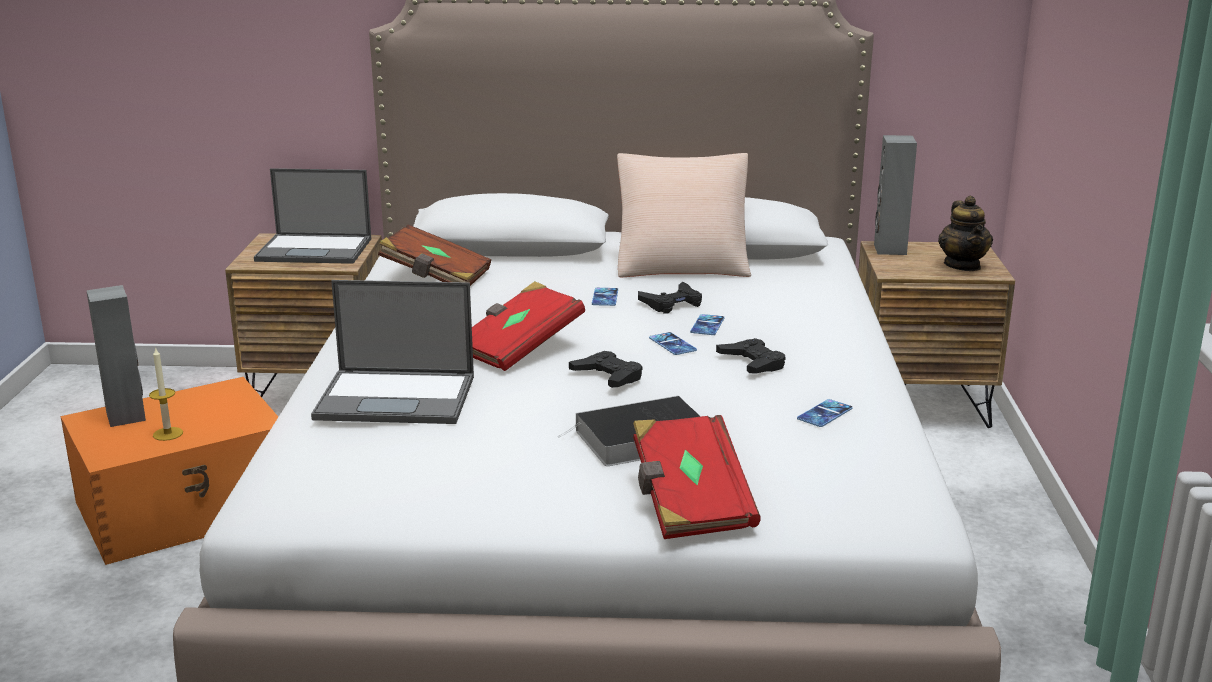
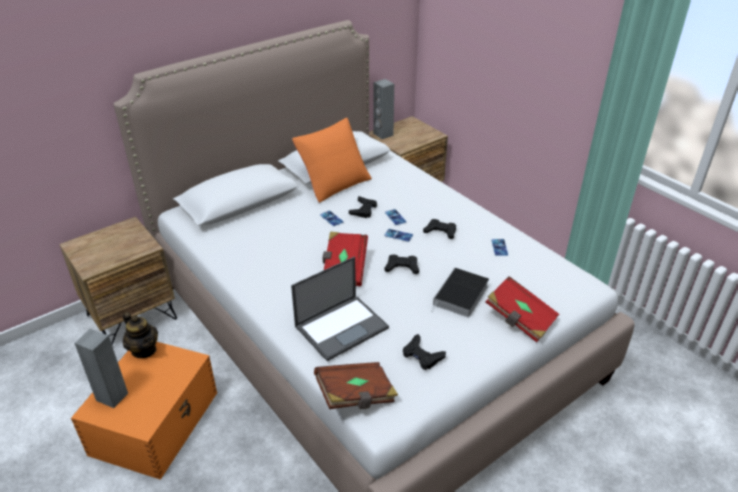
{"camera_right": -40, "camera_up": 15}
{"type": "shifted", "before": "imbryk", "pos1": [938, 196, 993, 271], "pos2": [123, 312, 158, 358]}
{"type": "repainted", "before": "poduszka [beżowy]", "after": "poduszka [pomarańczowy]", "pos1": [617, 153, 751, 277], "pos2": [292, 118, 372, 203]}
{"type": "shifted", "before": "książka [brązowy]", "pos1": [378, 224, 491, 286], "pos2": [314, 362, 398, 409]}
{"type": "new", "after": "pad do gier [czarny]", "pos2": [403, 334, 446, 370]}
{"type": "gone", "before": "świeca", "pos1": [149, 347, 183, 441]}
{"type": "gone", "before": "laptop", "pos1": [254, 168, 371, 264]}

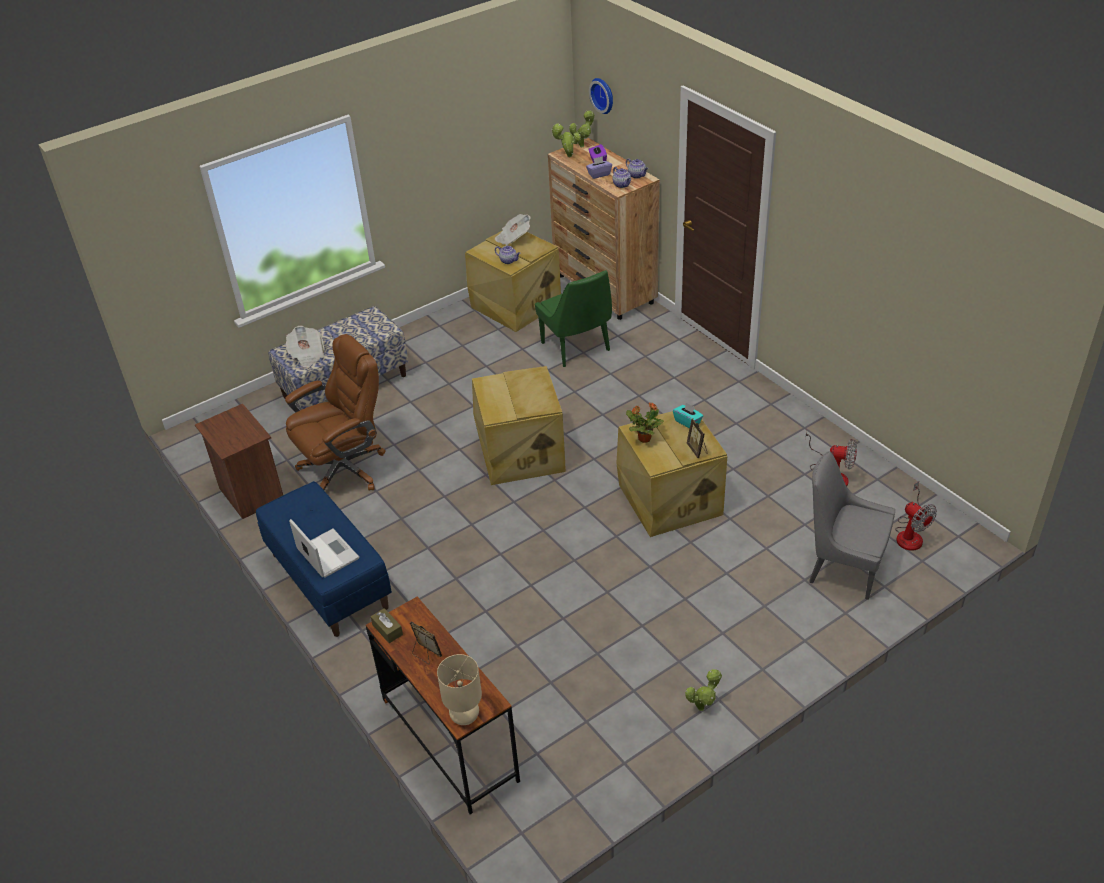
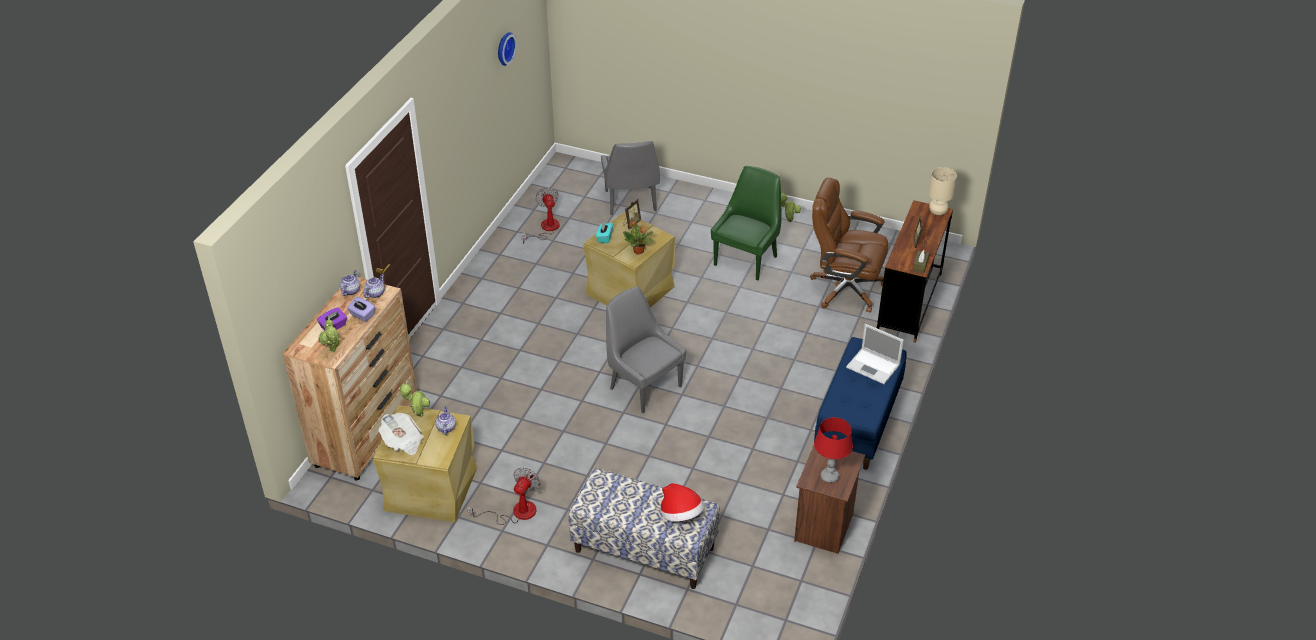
{"camera_right": -125, "camera_up": 0}
{"type": "shifted", "before": "roślina doniczkowa", "pos1": [569, 110, 594, 147], "pos2": [399, 383, 430, 417]}
{"type": "shifted", "before": "wentylator", "pos1": [895, 482, 937, 551], "pos2": [467, 467, 540, 525]}
{"type": "shifted", "before": "zegar ścienny", "pos1": [589, 78, 613, 114], "pos2": [498, 32, 517, 66]}
{"type": "swapped", "before": "pojemnik do przechowywania [beżowy]", "after": "krzesło [szary]", "pos1": [472, 366, 566, 485], "pos2": [606, 287, 686, 413]}
{"type": "swapped", "before": "gazeta", "after": "kapelusz", "pos1": [286, 326, 325, 368], "pos2": [661, 483, 704, 522]}
{"type": "shifted", "before": "krzesło [zielony]", "pos1": [535, 270, 612, 367], "pos2": [711, 166, 782, 281]}
{"type": "shifted", "before": "krzesło biurowe [brązowy]", "pos1": [285, 334, 386, 491], "pos2": [810, 178, 888, 313]}
{"type": "new", "after": "lampa stołowa [czerwony]", "pos2": [814, 417, 853, 483]}
{"type": "rotated", "before": "laptop", "pos1": [289, 519, 359, 578], "pos2": [846, 324, 904, 384], "turn": -75}

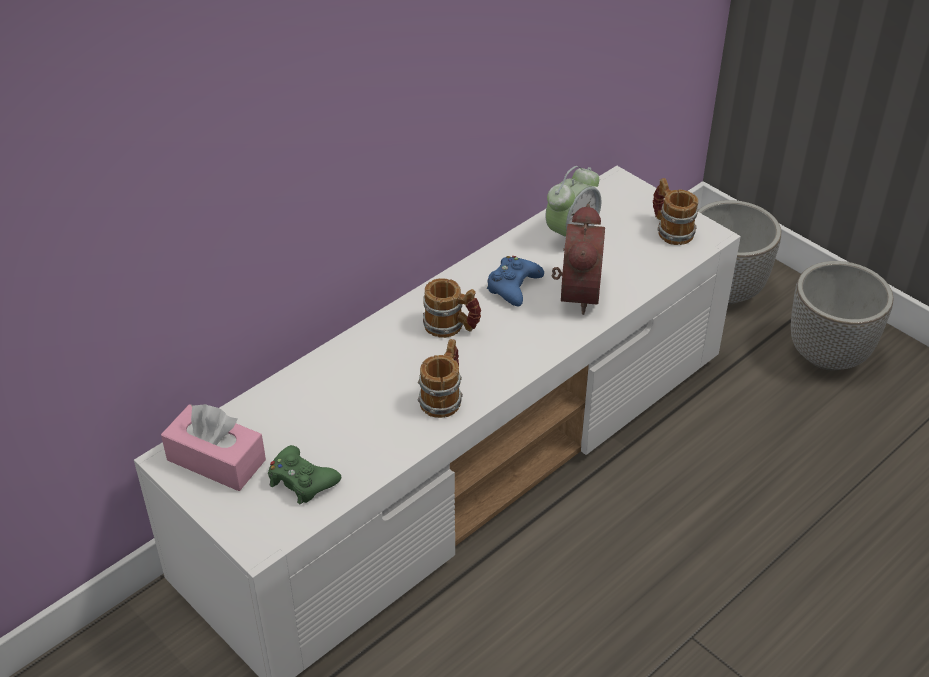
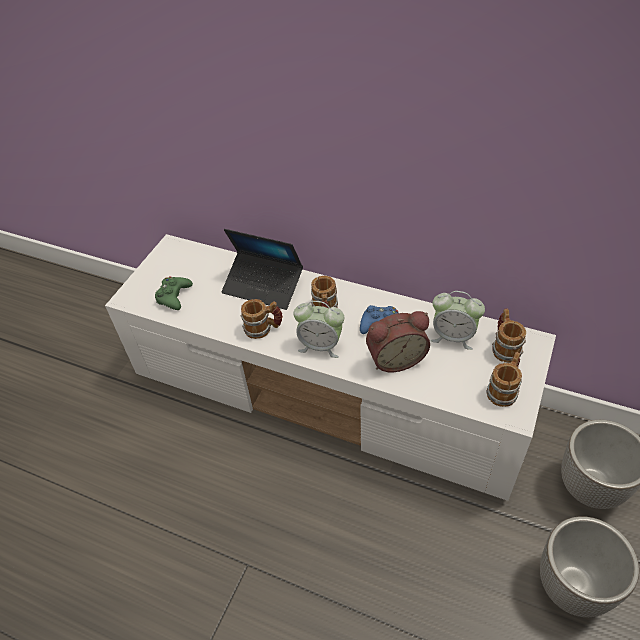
{"camera_right": 70, "camera_up": 5}
{"type": "new", "after": "laptop", "pos2": [222, 229, 303, 310]}
{"type": "new", "after": "budzik", "pos2": [294, 301, 344, 358]}
{"type": "new", "after": "kubek", "pos2": [492, 309, 526, 363]}
{"type": "gone", "before": "pudełko chusteczek [różowy]", "pos1": [161, 404, 266, 491]}

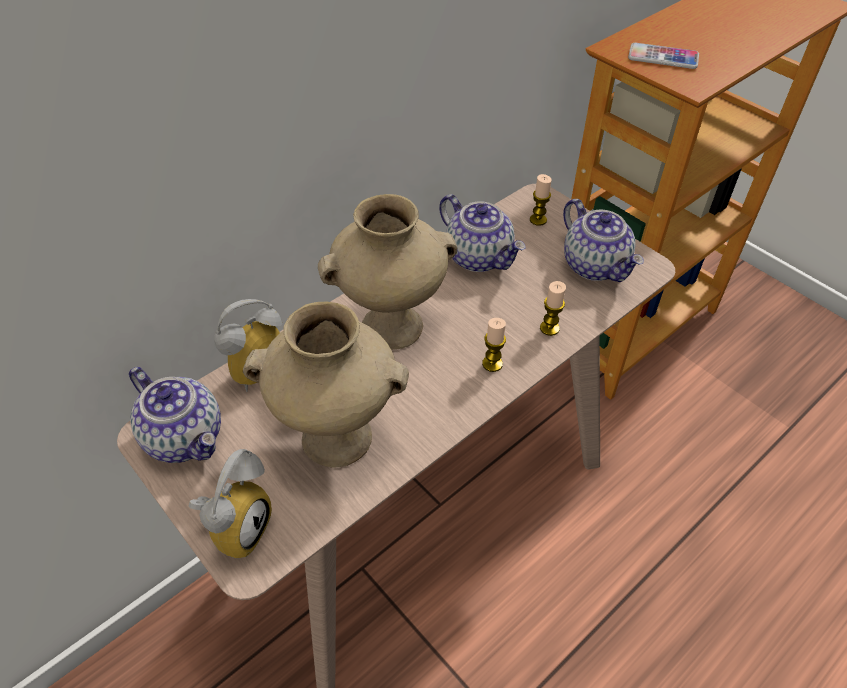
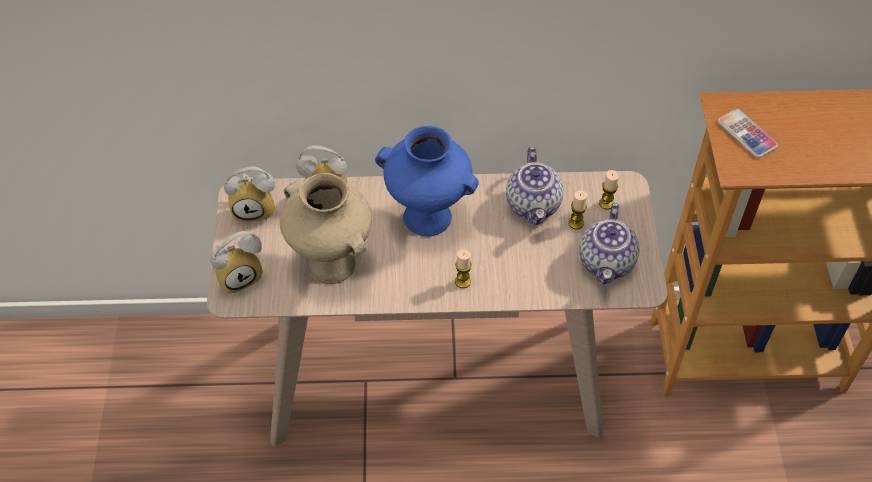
{"camera_right": 40, "camera_up": 5}
{"type": "swapped", "before": "imbryk", "after": "budzik", "pos1": [129, 367, 221, 463], "pos2": [224, 166, 275, 223]}
{"type": "repainted", "before": "wazon [beżowy]", "after": "wazon [niebieski]", "pos1": [318, 194, 457, 350], "pos2": [375, 126, 479, 236]}
{"type": "shifted", "before": "świeca", "pos1": [540, 281, 566, 336], "pos2": [568, 190, 587, 229]}

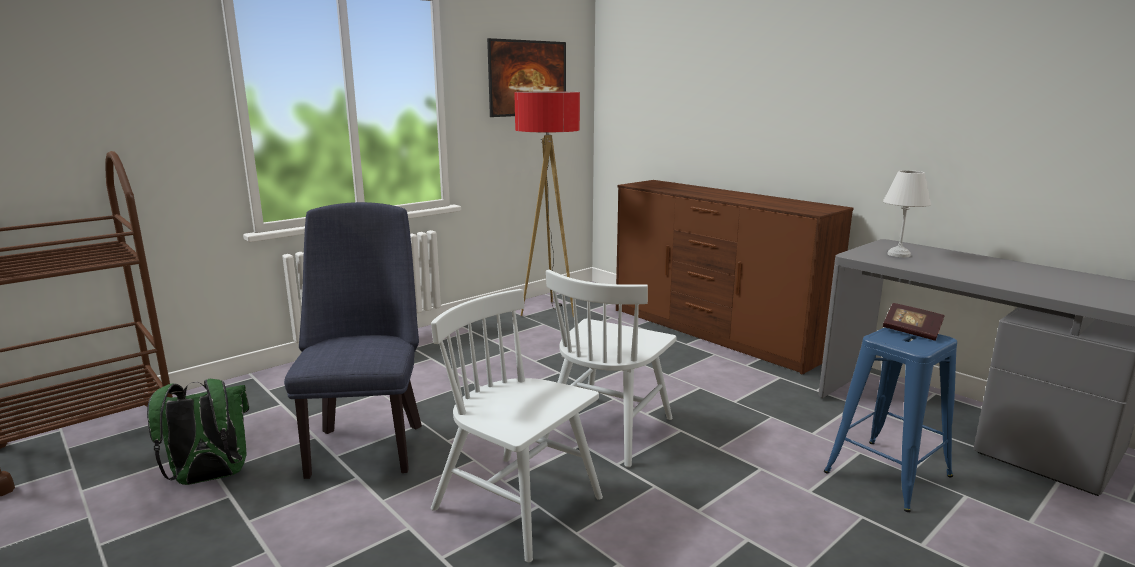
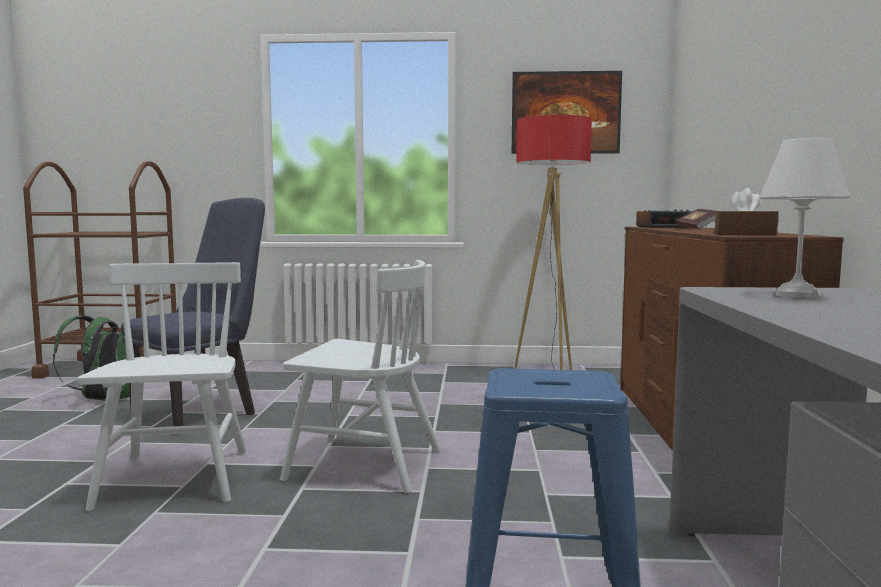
{"camera_right": 45, "camera_up": -10}
{"type": "rotated", "before": "krzesło [biały]", "pos1": [543, 270, 676, 467], "pos2": [280, 260, 441, 493], "turn": -150}
{"type": "new", "after": "budzik", "pos2": [636, 210, 693, 228]}
{"type": "shifted", "before": "książka", "pos1": [883, 303, 945, 341], "pos2": [676, 209, 716, 229]}
{"type": "new", "after": "pudełko chusteczek [brązowy]", "pos2": [715, 188, 779, 236]}

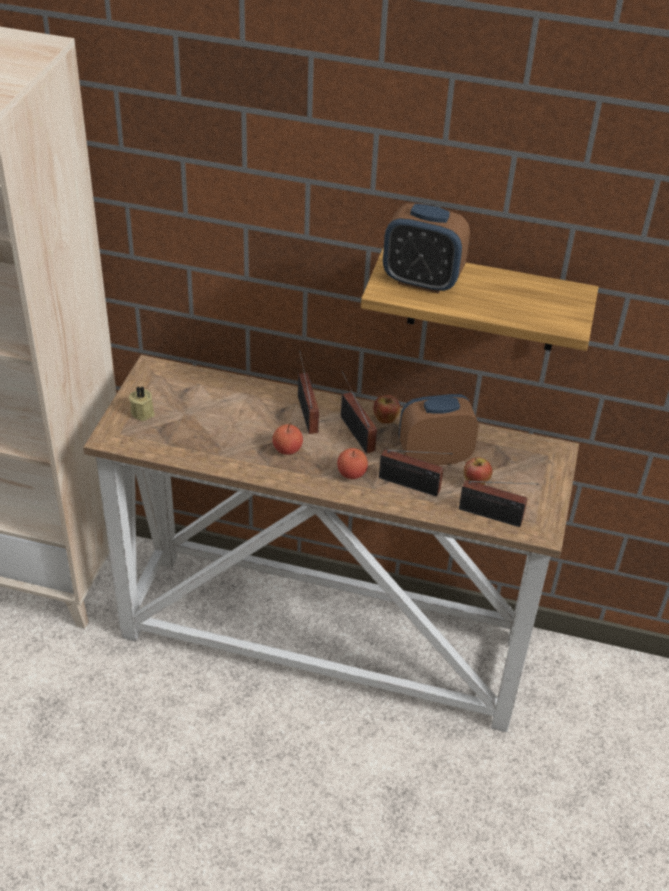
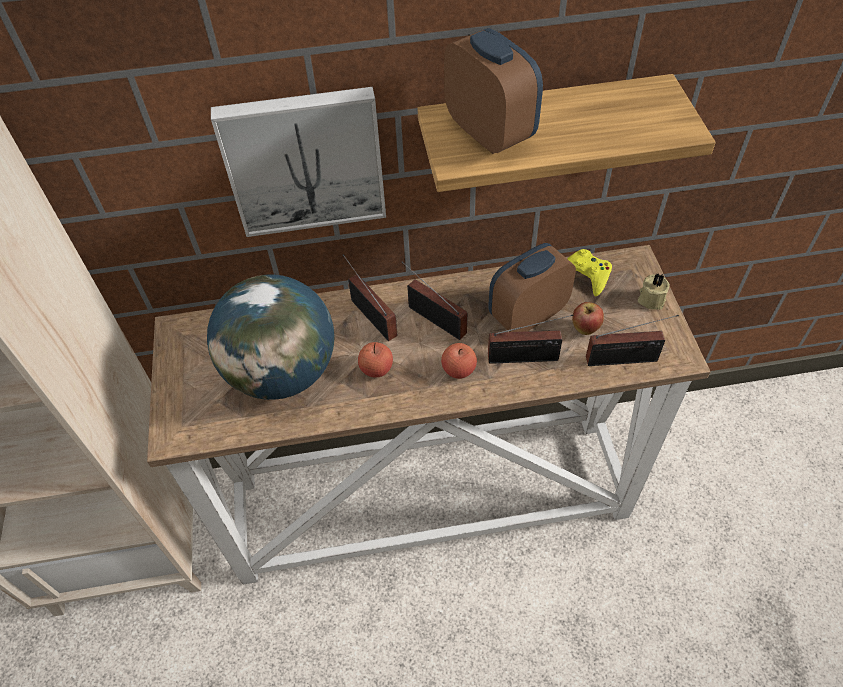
{"camera_right": -20, "camera_up": 10}
{"type": "new", "after": "globus", "pos2": [207, 275, 335, 400]}
{"type": "new", "after": "obraz", "pos2": [211, 87, 386, 237]}
{"type": "rotated", "before": "budzik", "pos1": [383, 203, 470, 294], "pos2": [444, 28, 543, 154], "turn": -120}
{"type": "new", "after": "pad do gier [żółty]", "pos2": [567, 249, 612, 296]}
{"type": "shifted", "before": "świeca [beżowy]", "pos1": [129, 386, 155, 421], "pos2": [638, 274, 670, 310]}
{"type": "gone", "before": "jabłko", "pos1": [373, 395, 400, 423]}

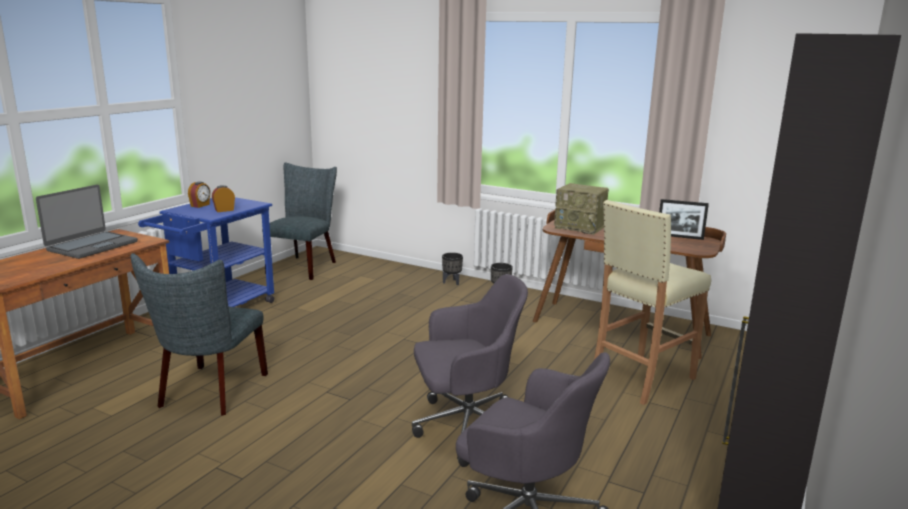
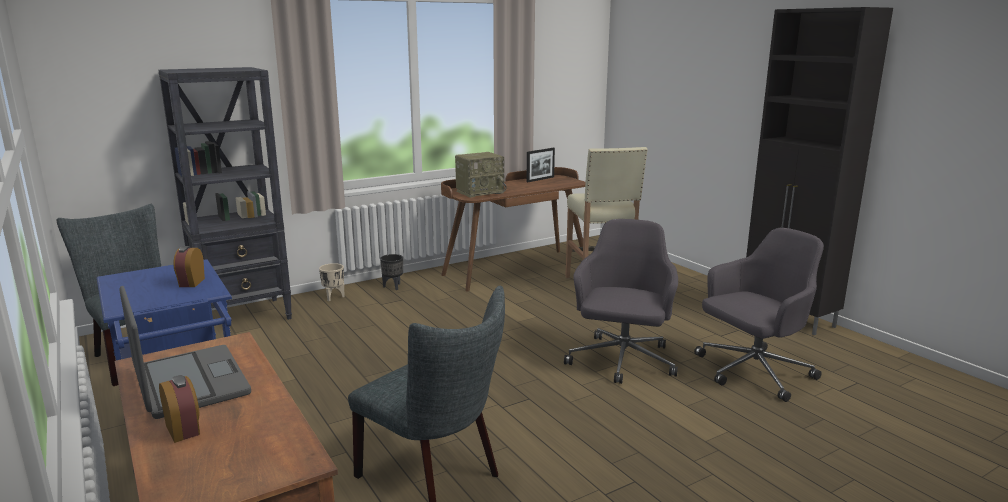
{"camera_right": -60, "camera_up": 0}
{"type": "new", "after": "regał [czarny]", "pos2": [158, 67, 292, 320]}
{"type": "shifted", "before": "budzik", "pos1": [188, 182, 210, 208], "pos2": [159, 375, 200, 443]}
{"type": "repainted", "before": "donica [czarny]", "after": "donica [beżowy]", "pos1": [442, 253, 463, 285], "pos2": [319, 263, 344, 301]}

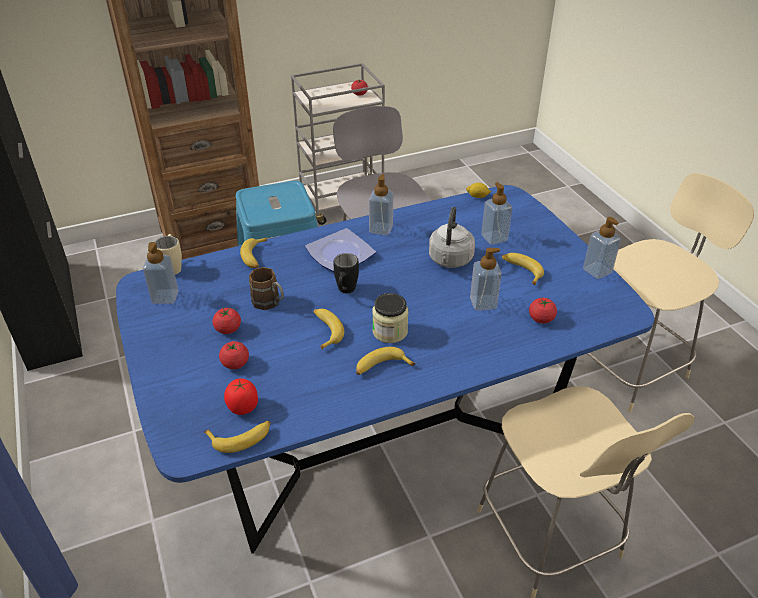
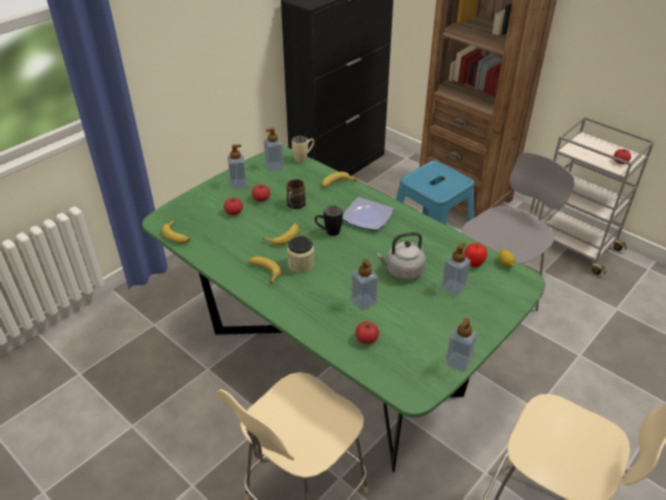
{"camera_right": 65, "camera_up": 0}
{"type": "repainted", "before": "stół jadalny [niebieski]", "after": "stół jadalny [zielony]", "pos1": [116, 185, 654, 554], "pos2": [142, 146, 545, 472]}
{"type": "shifted", "before": "dozownik mydła", "pos1": [369, 174, 393, 235], "pos2": [227, 144, 247, 189]}
{"type": "shifted", "before": "pomidor", "pos1": [224, 378, 258, 415], "pos2": [464, 243, 487, 267]}
{"type": "gone", "before": "banan", "pos1": [502, 253, 544, 285]}

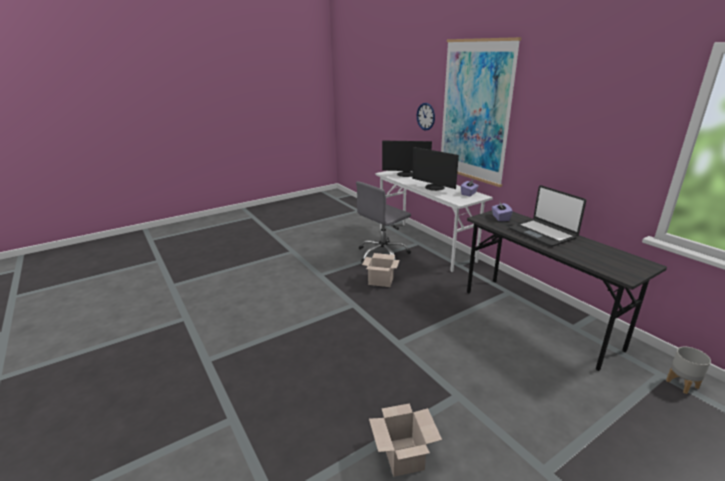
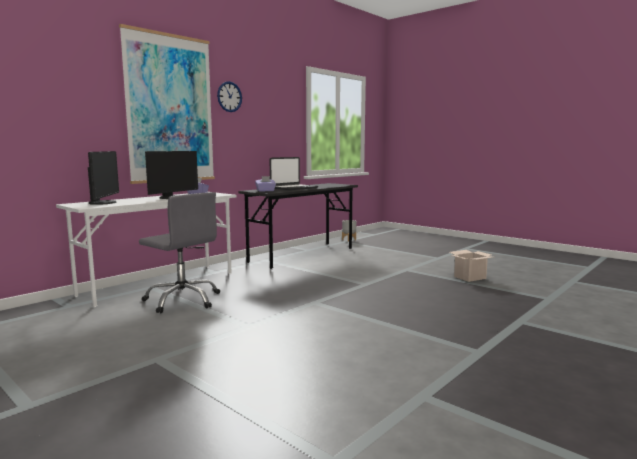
{"camera_right": -105, "camera_up": -15}
{"type": "shifted", "before": "zegar ścienny", "pos1": [417, 103, 435, 130], "pos2": [217, 81, 242, 112]}
{"type": "gone", "before": "karton", "pos1": [362, 253, 400, 287]}

